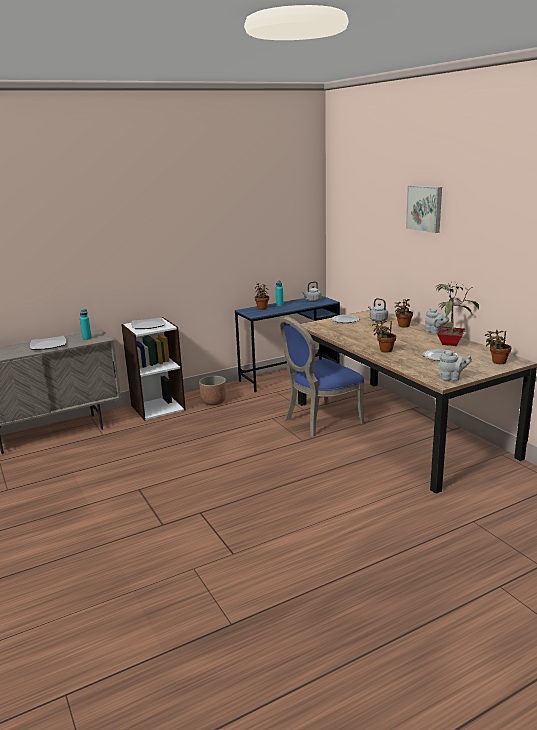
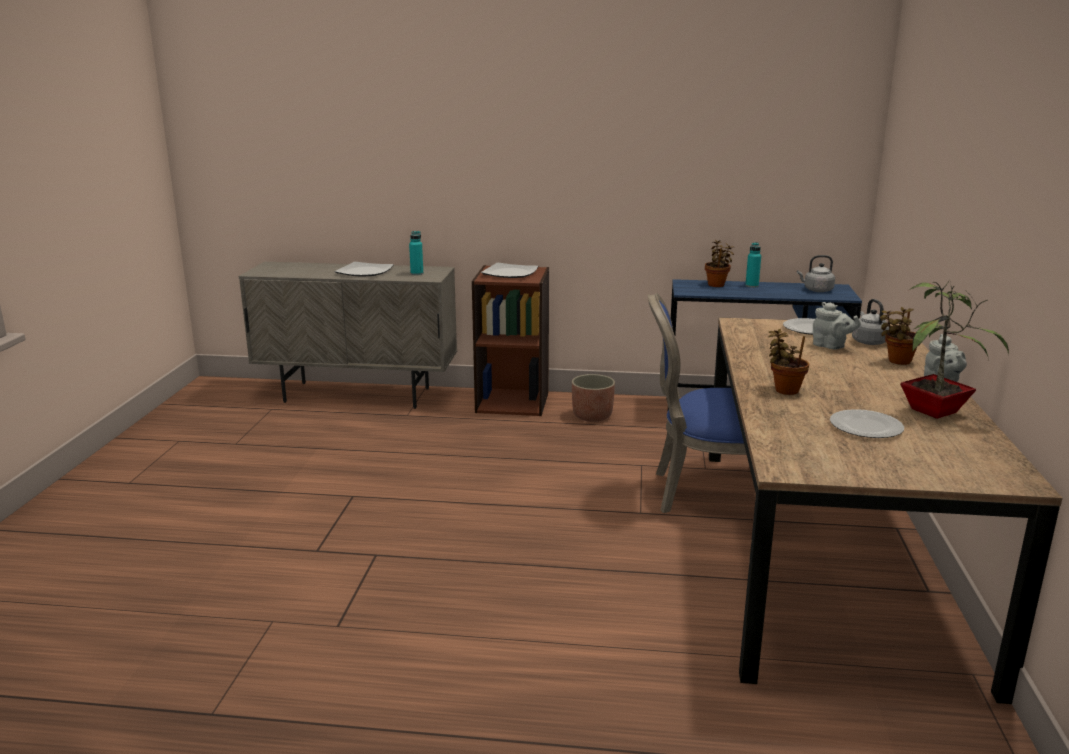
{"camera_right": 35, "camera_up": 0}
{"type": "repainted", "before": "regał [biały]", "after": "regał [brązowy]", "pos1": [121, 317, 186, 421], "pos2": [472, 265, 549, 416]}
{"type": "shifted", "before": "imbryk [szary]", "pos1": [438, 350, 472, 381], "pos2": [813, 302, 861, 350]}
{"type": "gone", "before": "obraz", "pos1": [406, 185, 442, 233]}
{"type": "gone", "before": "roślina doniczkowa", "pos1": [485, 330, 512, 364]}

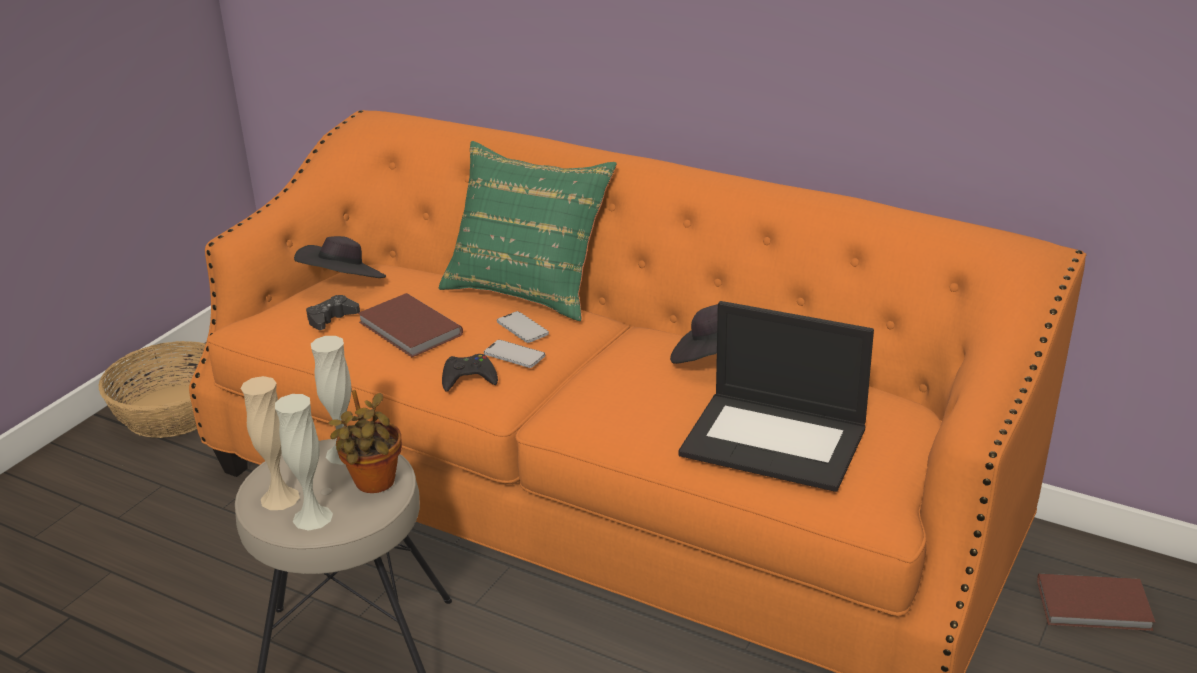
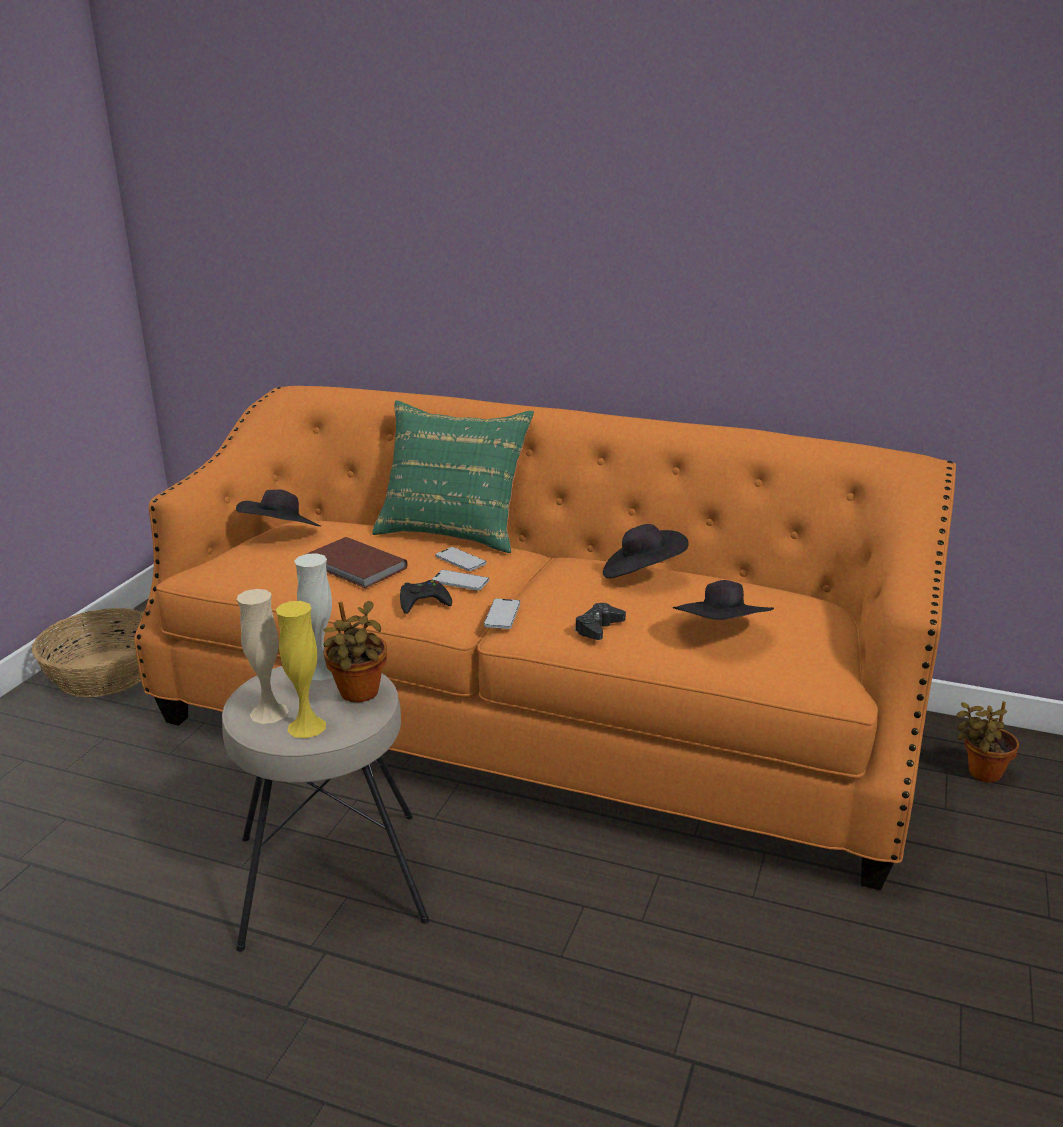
{"camera_right": -10, "camera_up": -5}
{"type": "repainted", "before": "wazon [biały]", "after": "wazon [żółty]", "pos1": [275, 394, 333, 531], "pos2": [276, 601, 326, 738]}
{"type": "new", "after": "telefon", "pos2": [484, 599, 520, 629]}
{"type": "shifted", "before": "pad do gier [czarny]", "pos1": [306, 295, 360, 330], "pos2": [575, 603, 626, 640]}
{"type": "swapped", "before": "laptop", "after": "kapelusz [czarny]", "pos1": [678, 301, 874, 492], "pos2": [673, 580, 774, 620]}
{"type": "swapped", "before": "książka [brązowy]", "after": "roślina doniczkowa", "pos1": [1037, 574, 1155, 631], "pos2": [956, 701, 1019, 783]}

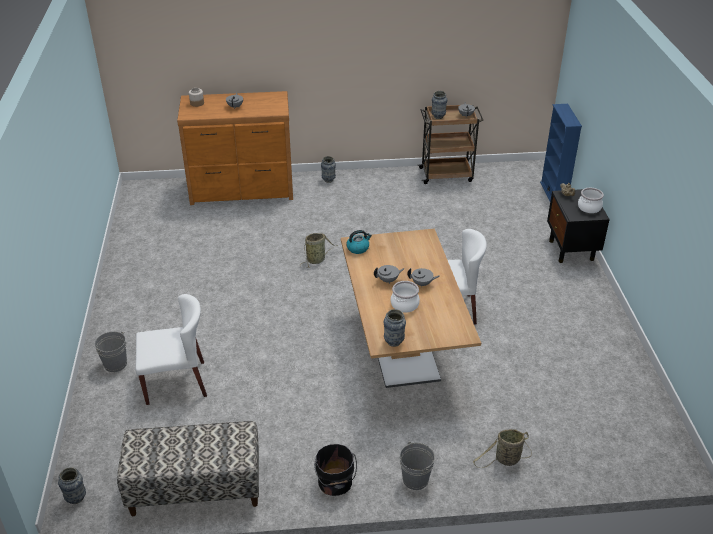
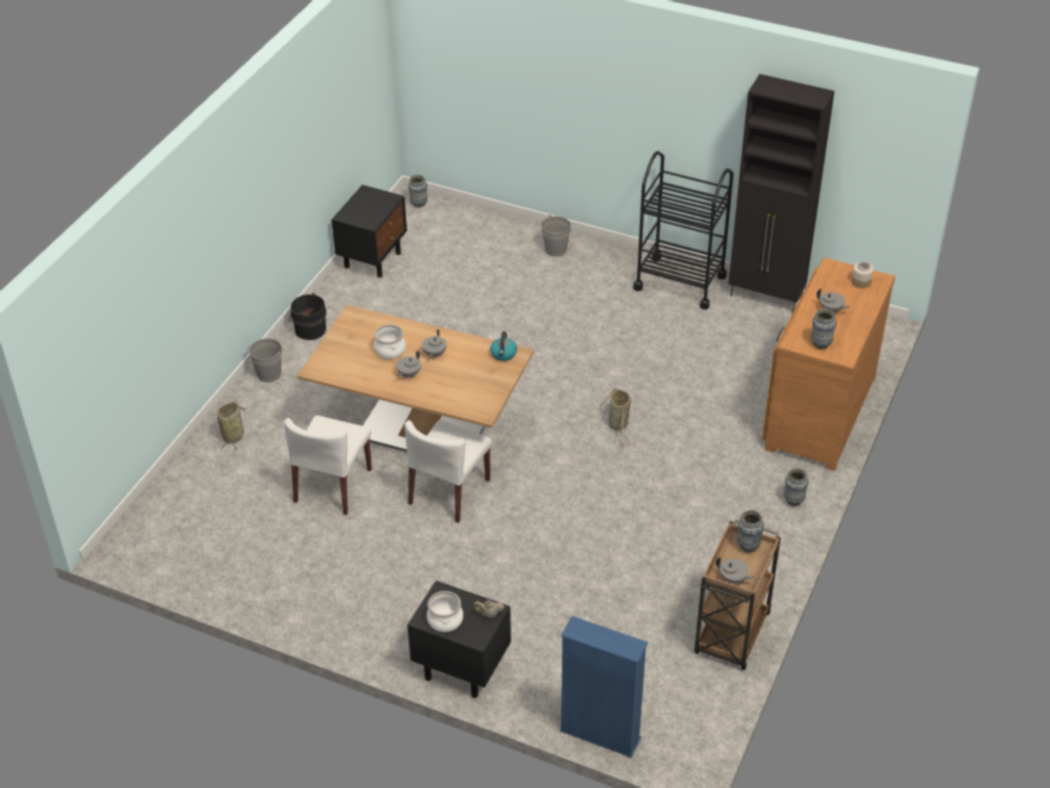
{"camera_right": 120, "camera_up": 5}
{"type": "shifted", "before": "krzesło [biały]", "pos1": [136, 294, 207, 405], "pos2": [284, 415, 372, 515]}
{"type": "swapped", "before": "ławka", "after": "szafka nocna [czarny]", "pos1": [117, 421, 259, 516], "pos2": [331, 185, 407, 278]}
{"type": "new", "after": "wózek [czarny]", "pos2": [634, 151, 734, 310]}
{"type": "new", "after": "szafka [czarny]", "pos2": [728, 74, 835, 313]}
{"type": "shifted", "before": "wazon", "pos1": [384, 309, 406, 347], "pos2": [811, 308, 837, 349]}

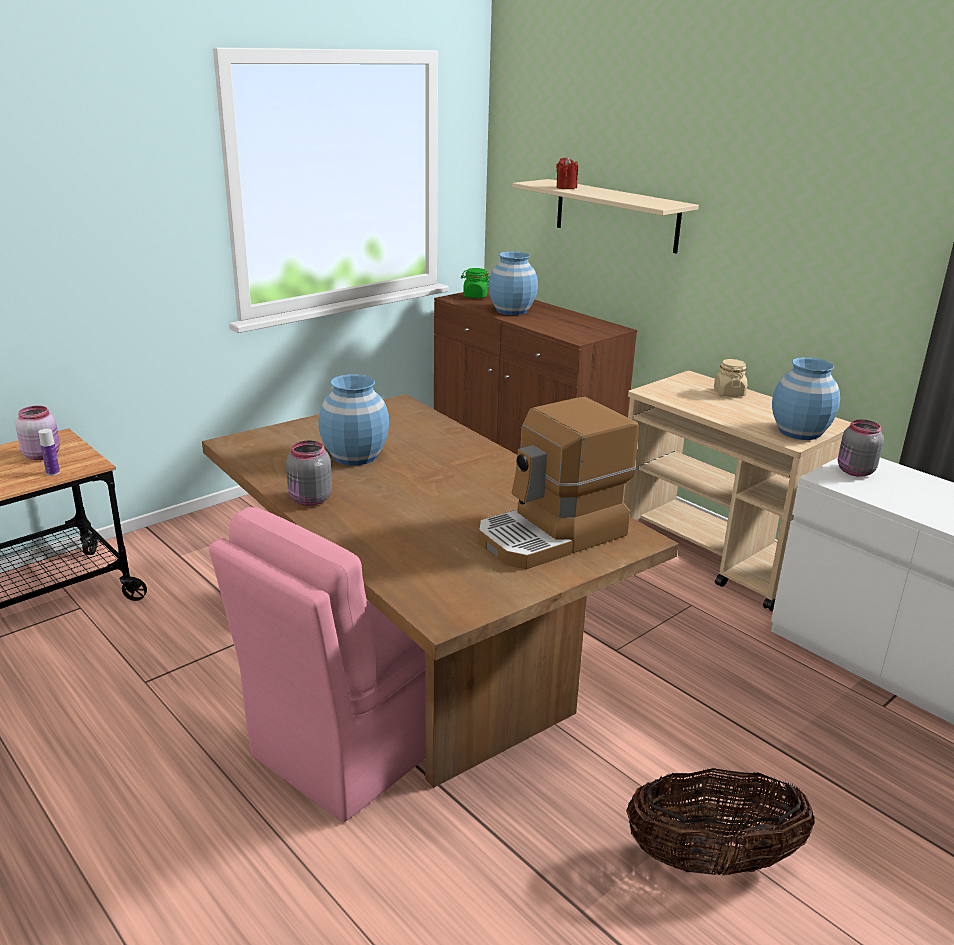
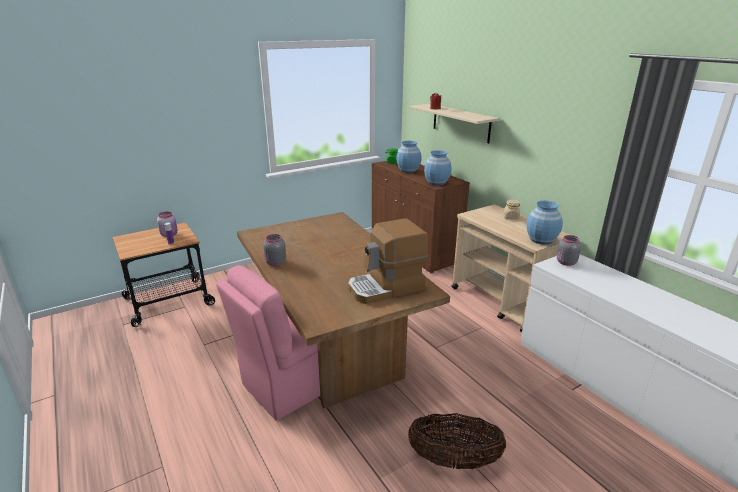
{"camera_right": 10, "camera_up": 0}
{"type": "shifted", "before": "wazon [niebieski]", "pos1": [319, 374, 389, 465], "pos2": [424, 150, 451, 185]}

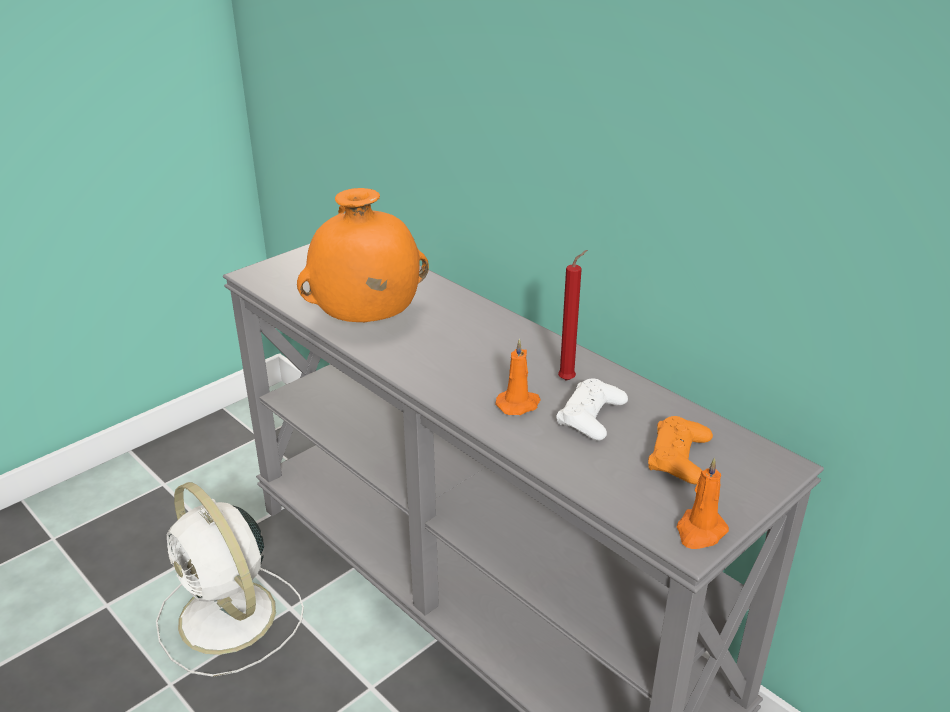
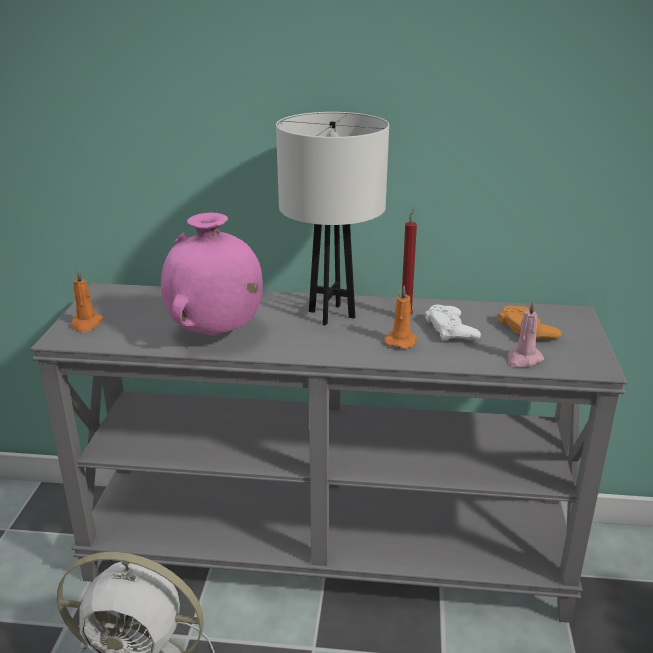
{"camera_right": -40, "camera_up": -5}
{"type": "shifted", "before": "świeca [pomarańczowy]", "pos1": [676, 457, 729, 549], "pos2": [71, 270, 103, 333]}
{"type": "repainted", "before": "wazon [pomarańczowy]", "after": "wazon [różowy]", "pos1": [297, 188, 429, 323], "pos2": [161, 213, 263, 336]}
{"type": "new", "after": "lampa stołowa [biały]", "pos2": [276, 112, 389, 325]}
{"type": "new", "after": "świeca [różowy]", "pos2": [507, 301, 544, 367]}

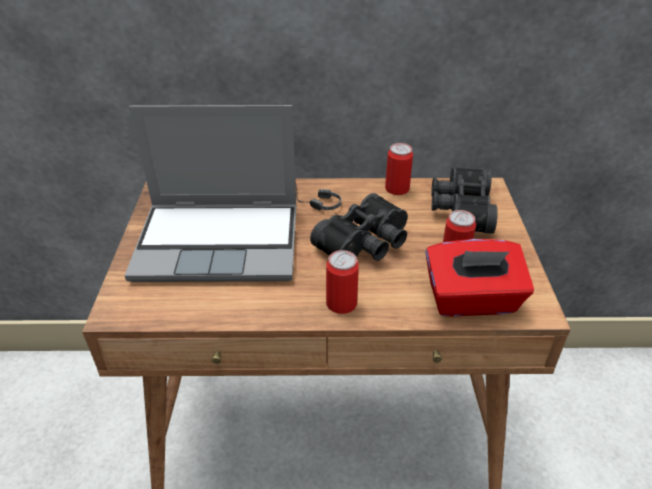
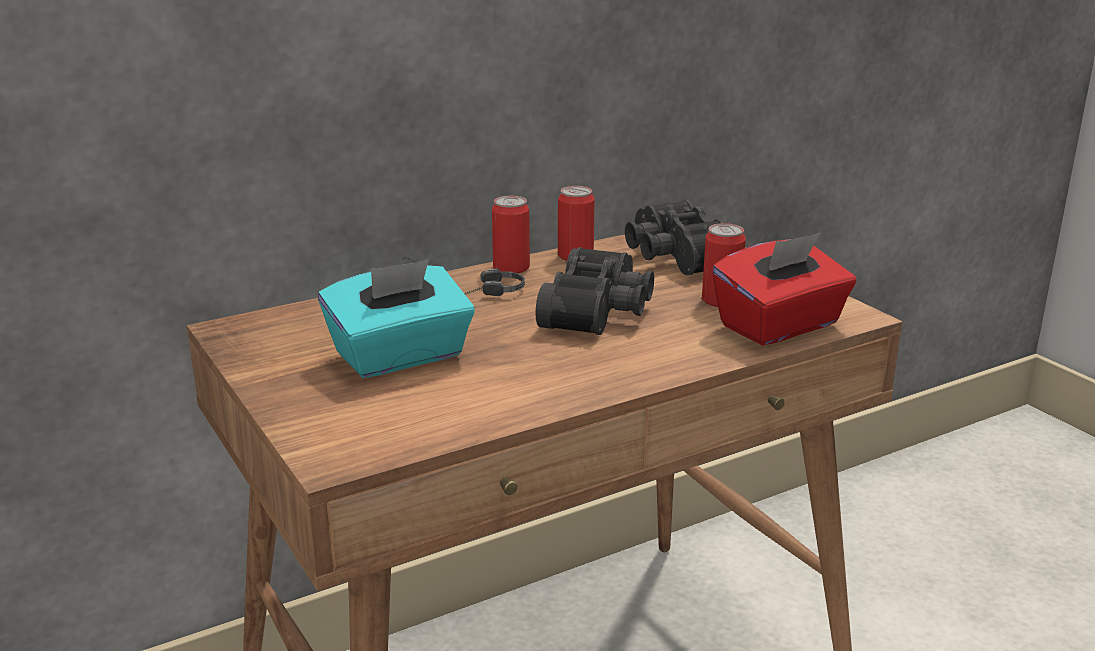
{"camera_right": -30, "camera_up": -15}
{"type": "swapped", "before": "laptop", "after": "pudełko chusteczek [turkusowy]", "pos1": [125, 105, 296, 282], "pos2": [318, 259, 475, 378]}
{"type": "shifted", "before": "puszka", "pos1": [326, 250, 359, 314], "pos2": [492, 196, 530, 273]}

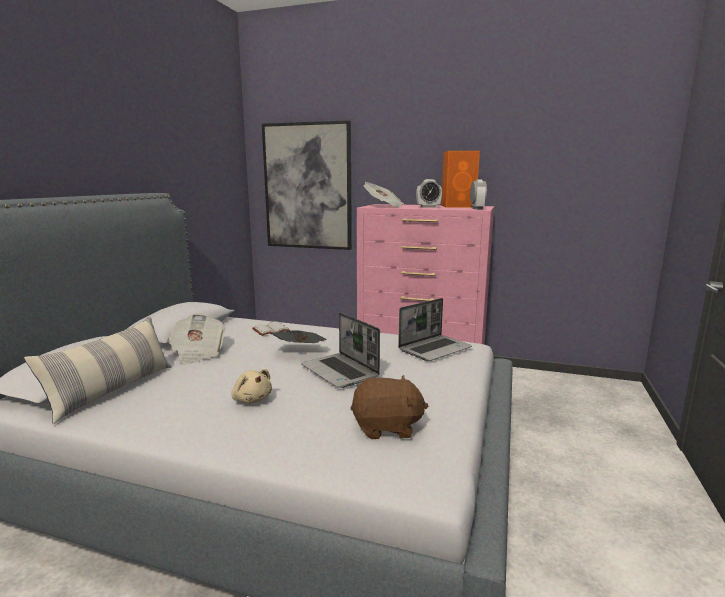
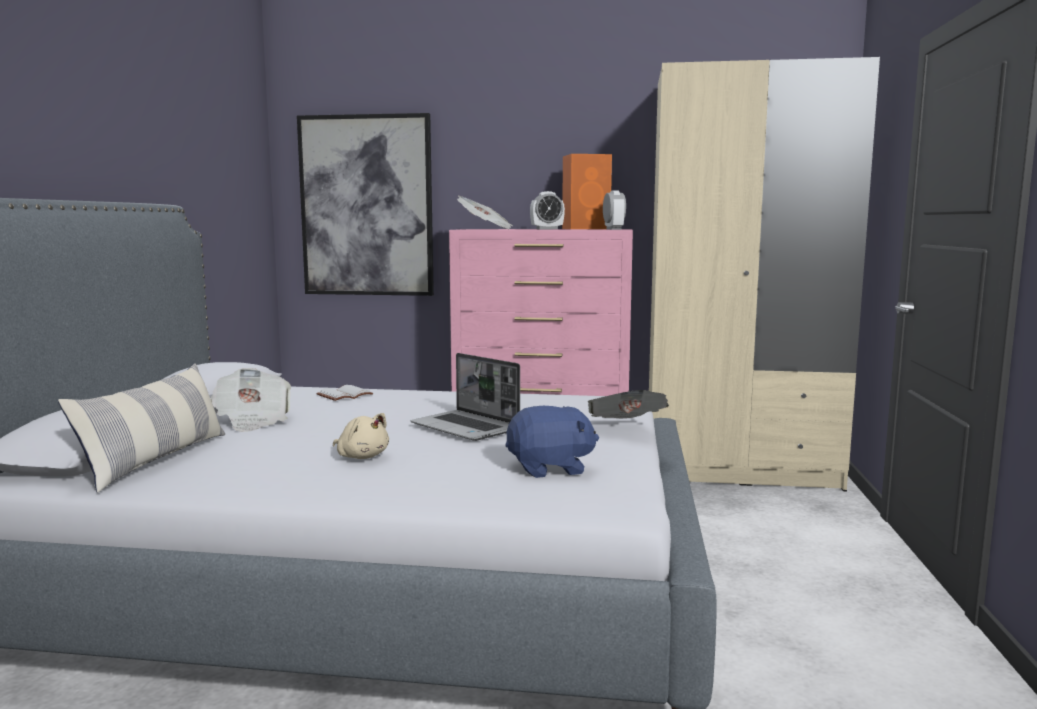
{"camera_right": -10, "camera_up": -5}
{"type": "repainted", "before": "pluszak [brązowy]", "after": "pluszak [niebieski]", "pos1": [350, 375, 428, 439], "pos2": [505, 406, 599, 478]}
{"type": "shifted", "before": "gazeta", "pos1": [270, 330, 327, 343], "pos2": [588, 390, 669, 418]}
{"type": "new", "after": "szafa [beżowy]", "pos2": [649, 57, 880, 491]}
{"type": "gone", "before": "laptop", "pos1": [398, 298, 472, 361]}

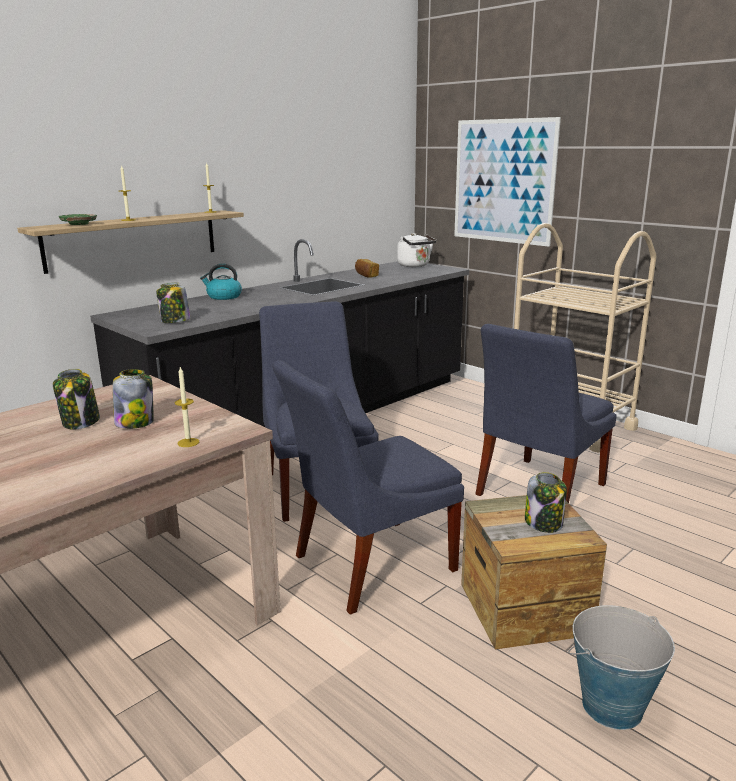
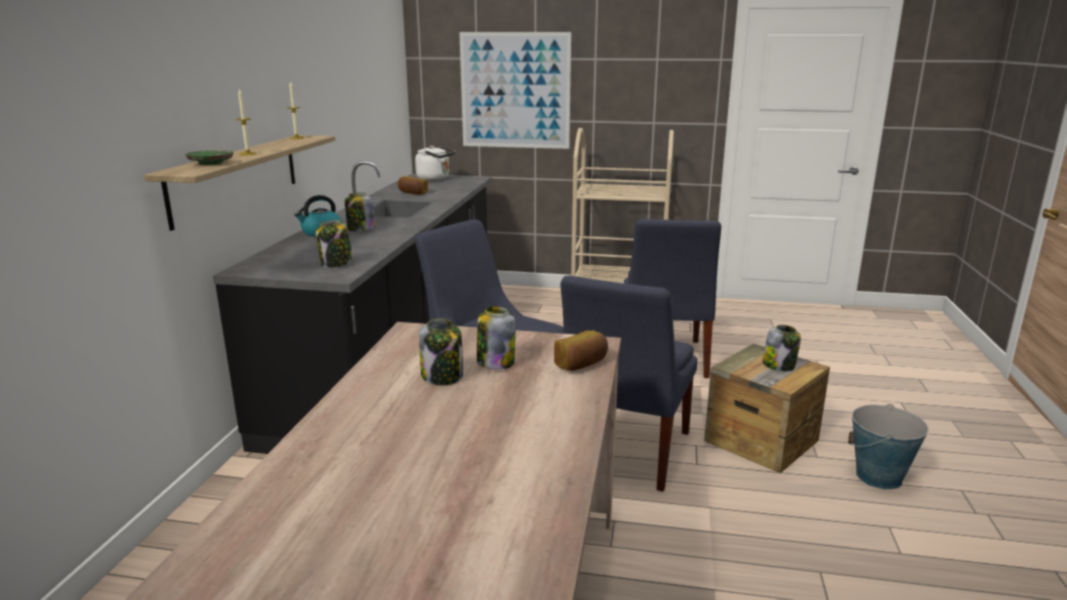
{"camera_right": -35, "camera_up": 0}
{"type": "new", "after": "słoik", "pos2": [345, 193, 375, 231]}
{"type": "swapped", "before": "świeca", "after": "chleb", "pos1": [174, 367, 199, 447], "pos2": [554, 331, 608, 371]}

